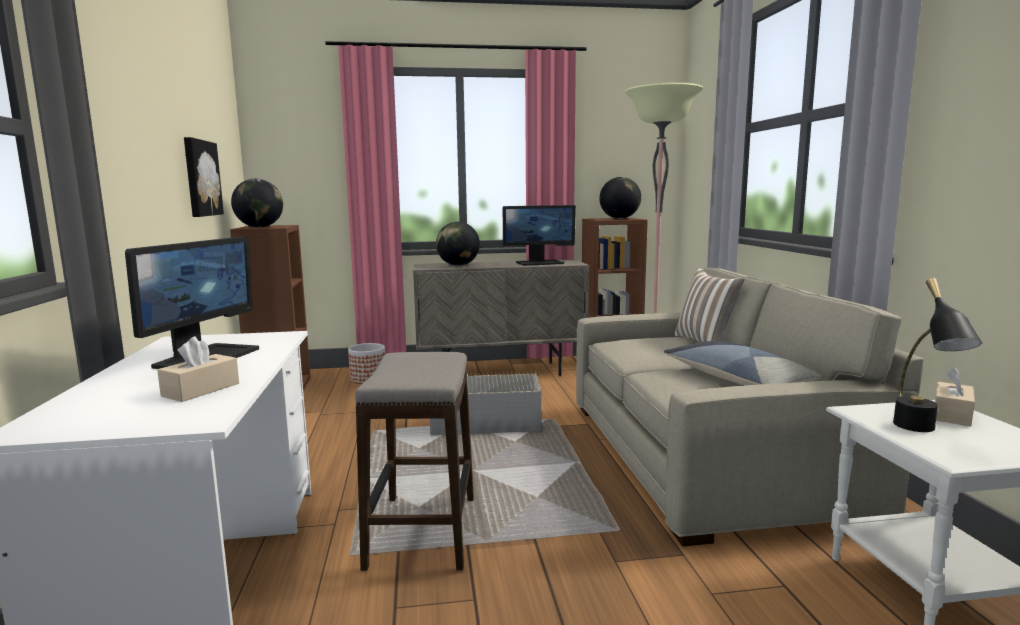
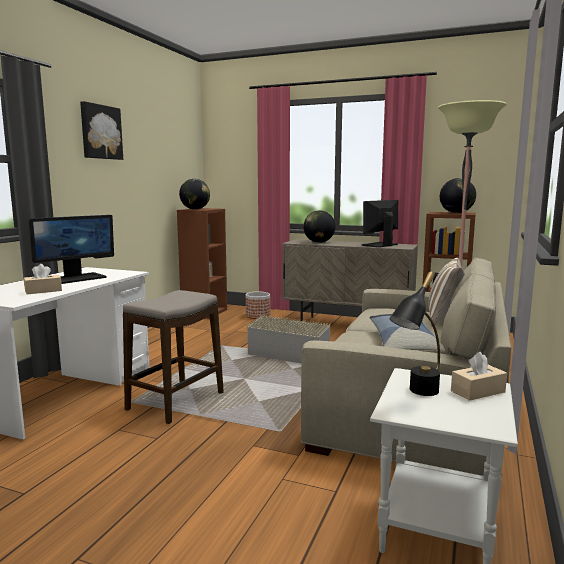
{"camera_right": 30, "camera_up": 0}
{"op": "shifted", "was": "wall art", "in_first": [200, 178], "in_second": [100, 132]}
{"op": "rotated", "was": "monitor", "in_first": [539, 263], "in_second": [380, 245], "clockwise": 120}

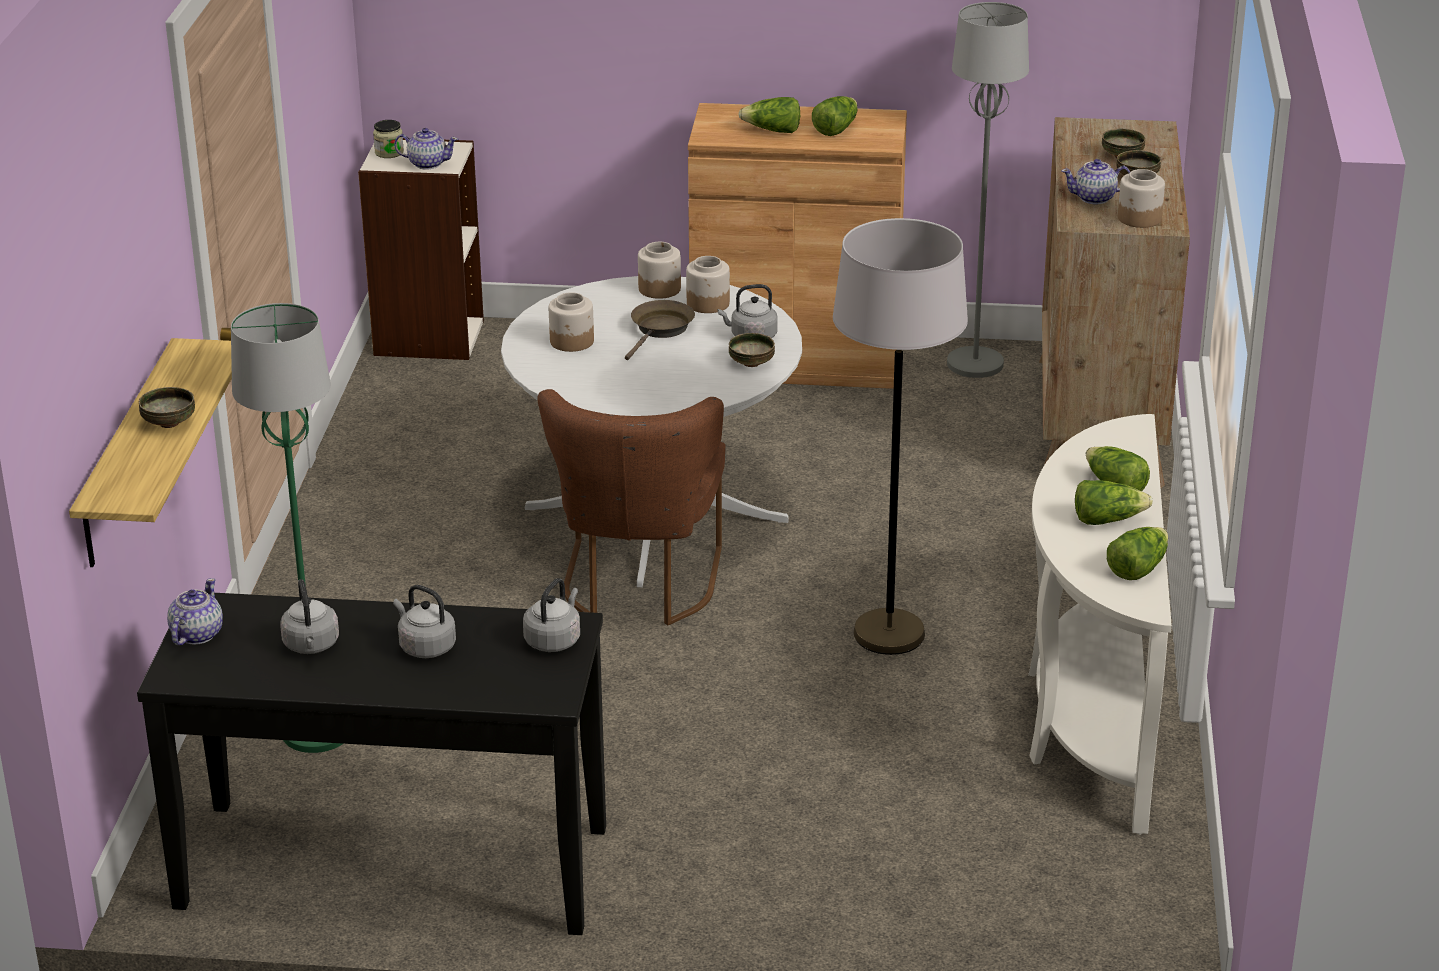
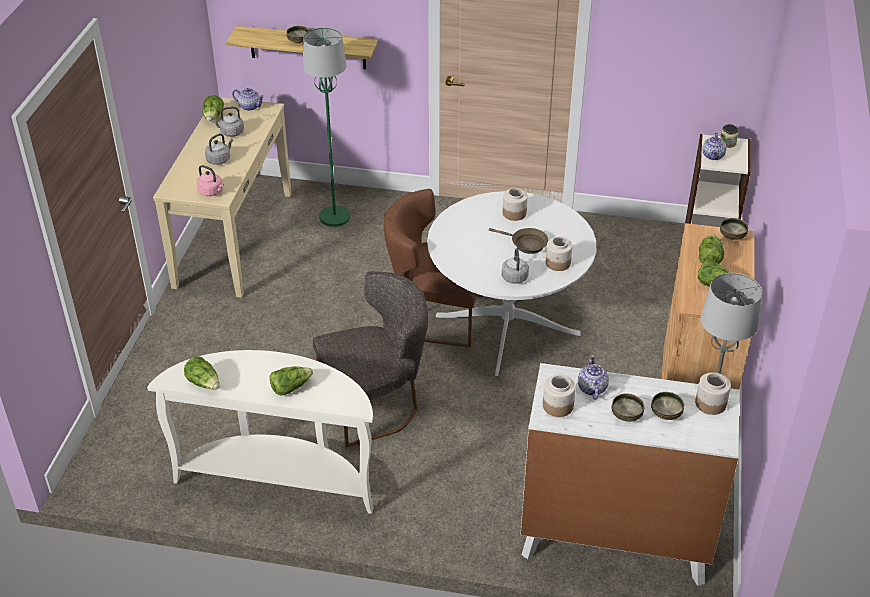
{"camera_right": 95, "camera_up": 10}
{"op": "repainted", "was": "drawer chest in brownish", "now": "drawer chest in white", "in_first": [1099, 421], "in_second": [614, 539]}
{"op": "swapped", "was": "floor lamp in grey", "now": "chair in grey", "in_first": [889, 634], "in_second": [375, 405]}
{"op": "shifted", "was": "preserve jar", "in_first": [659, 289], "in_second": [711, 403]}
{"op": "shifted", "was": "deep dish", "in_first": [752, 363], "in_second": [732, 237]}
{"op": "shifted", "was": "lettuce", "in_first": [1107, 520], "in_second": [213, 117]}
{"op": "repainted", "was": "kettle in grey", "now": "kettle in pink-coloured", "in_first": [554, 640], "in_second": [211, 192]}
{"op": "repainted", "was": "narrow table in black-coloured", "now": "narrow table in sand-coloured", "in_first": [393, 868], "in_second": [233, 238]}

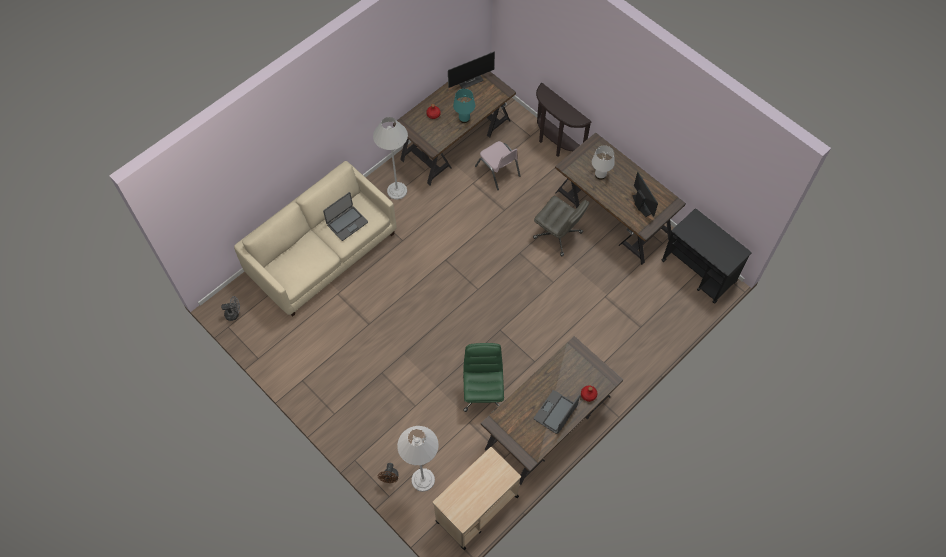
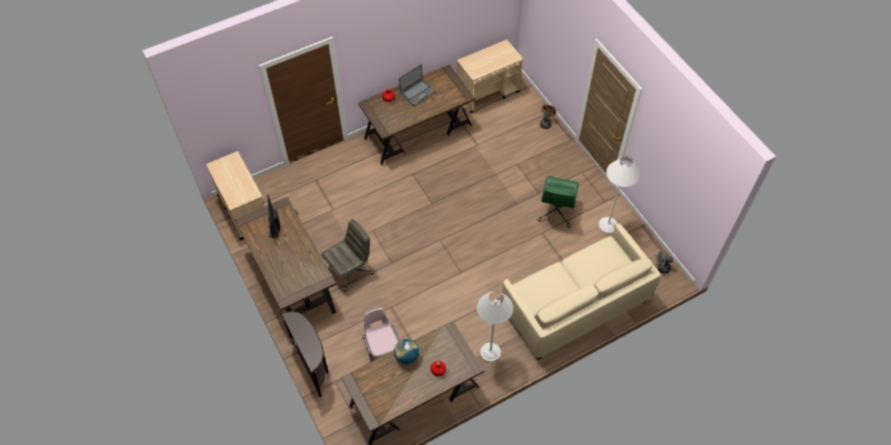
{"camera_right": -165, "camera_up": -5}
{"op": "gone", "was": "monitor", "in_first": [470, 79]}
{"op": "swapped", "was": "table lamp in turquoise", "now": "globe", "in_first": [464, 118], "in_second": [407, 357]}
{"op": "gone", "was": "table lamp in white", "in_first": [600, 175]}
{"op": "gone", "was": "portable computer", "in_first": [347, 223]}
{"op": "rotated", "was": "office chair in grey", "in_first": [558, 235], "in_second": [350, 270], "clockwise": 90}
{"op": "repainted", "was": "cart in black-coloured", "now": "cart in sand-coloured", "in_first": [699, 271], "in_second": [244, 211]}
{"op": "shifted", "was": "office chair in green", "in_first": [483, 392], "in_second": [556, 211]}
{"op": "shifted", "was": "floor lamp in white", "in_first": [423, 480], "in_second": [608, 225]}

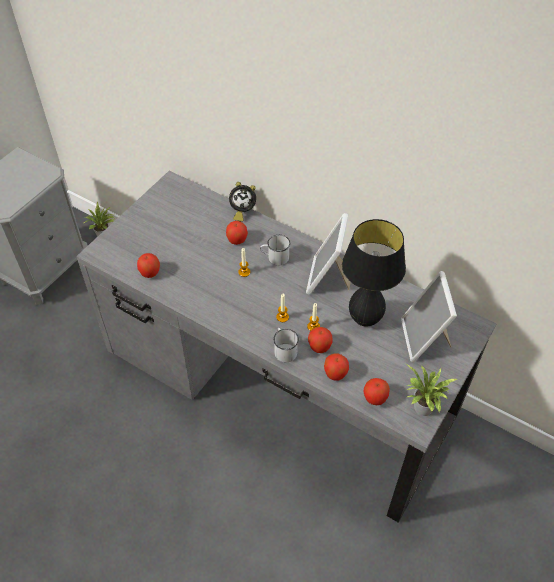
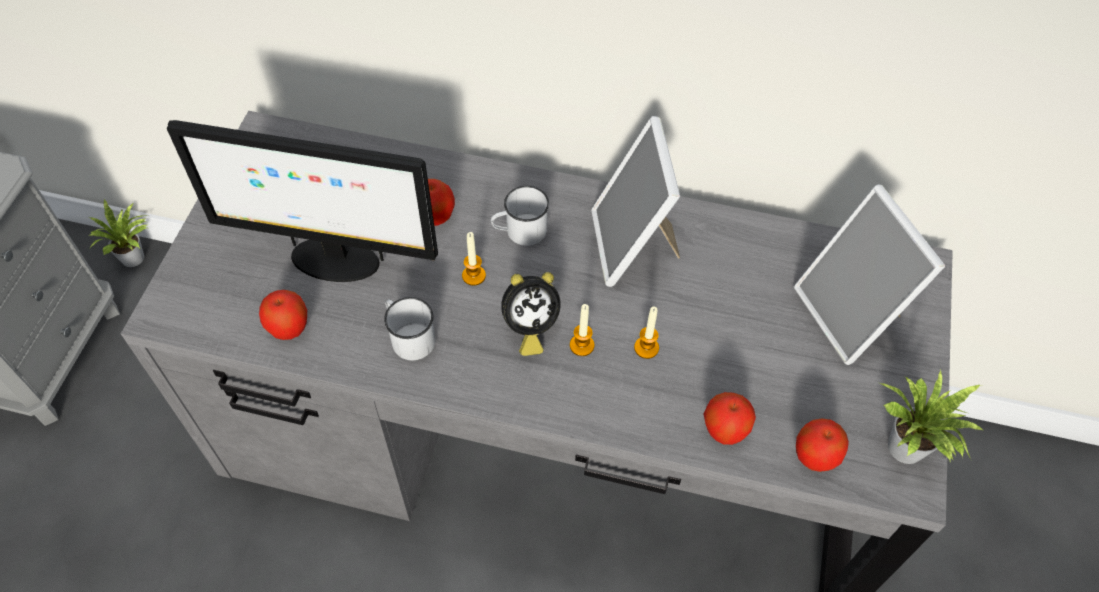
{"camera_right": -20, "camera_up": 5}
{"op": "shifted", "was": "bedside clock", "in_first": [242, 211], "in_second": [529, 328]}
{"op": "gone", "was": "table lamp in black-coloured", "in_first": [365, 320]}
{"op": "gone", "was": "apple fruit", "in_first": [319, 346]}
{"op": "shifted", "was": "mug in white", "in_first": [284, 350], "in_second": [409, 337]}
{"op": "new", "now": "monitor", "in_second": [333, 260]}

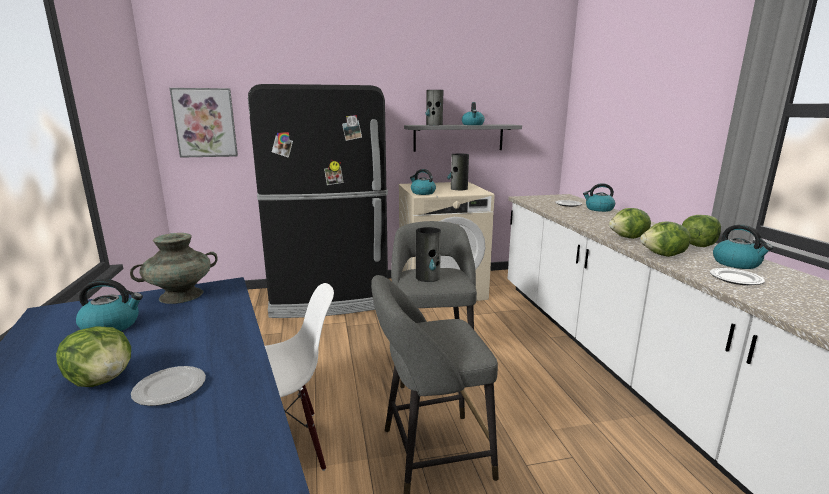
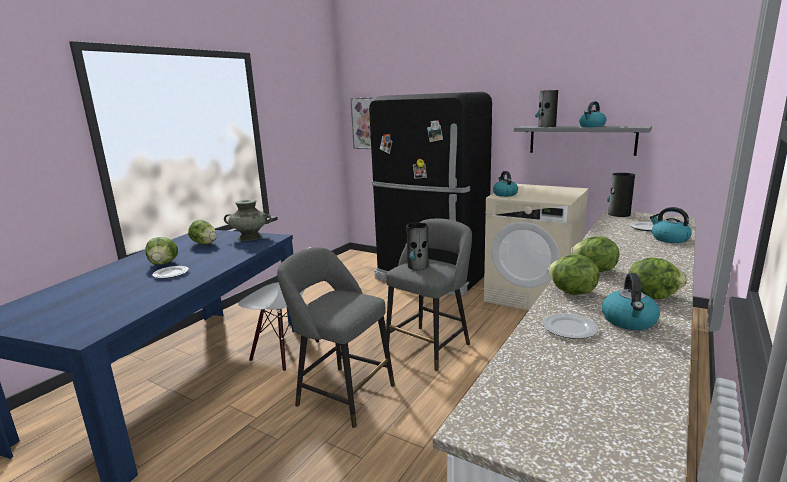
{"camera_right": 45, "camera_up": 0}
{"op": "shifted", "was": "decorative vase", "in_first": [458, 189], "in_second": [618, 214]}
{"op": "swapped", "was": "kettle", "now": "lettuce", "in_first": [112, 325], "in_second": [204, 244]}

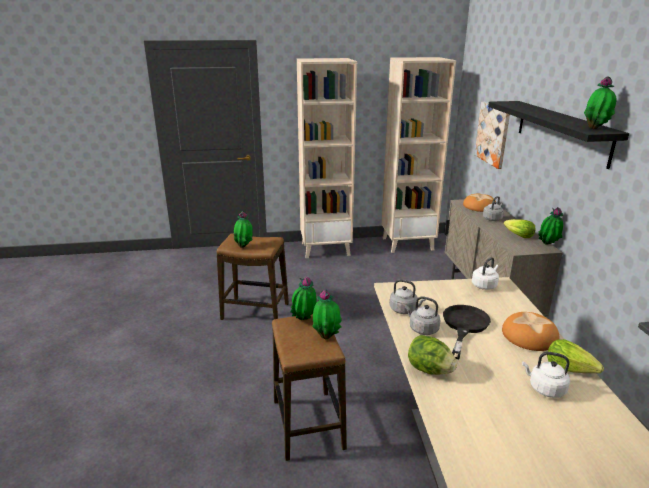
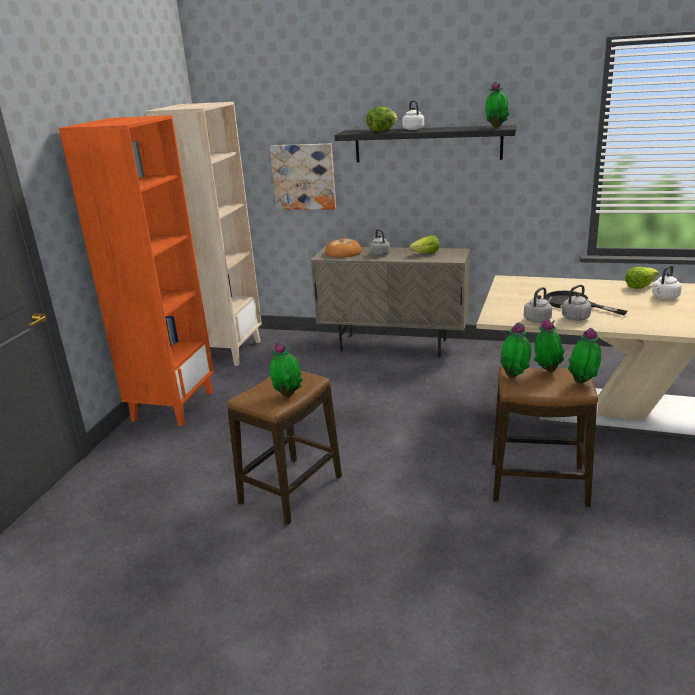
{"camera_right": -65, "camera_up": 0}
{"op": "repainted", "was": "bookshelf in sand-coloured", "now": "bookshelf in orange-coloured", "in_first": [326, 249], "in_second": [173, 406]}
{"op": "shifted", "was": "houseplant", "in_first": [547, 245], "in_second": [583, 383]}
{"op": "shifted", "was": "kettle in white", "in_first": [485, 285], "in_second": [412, 129]}
{"op": "gone", "was": "baked bread", "in_first": [529, 336]}
{"op": "shifted", "was": "lettuce", "in_first": [429, 370], "in_second": [381, 131]}

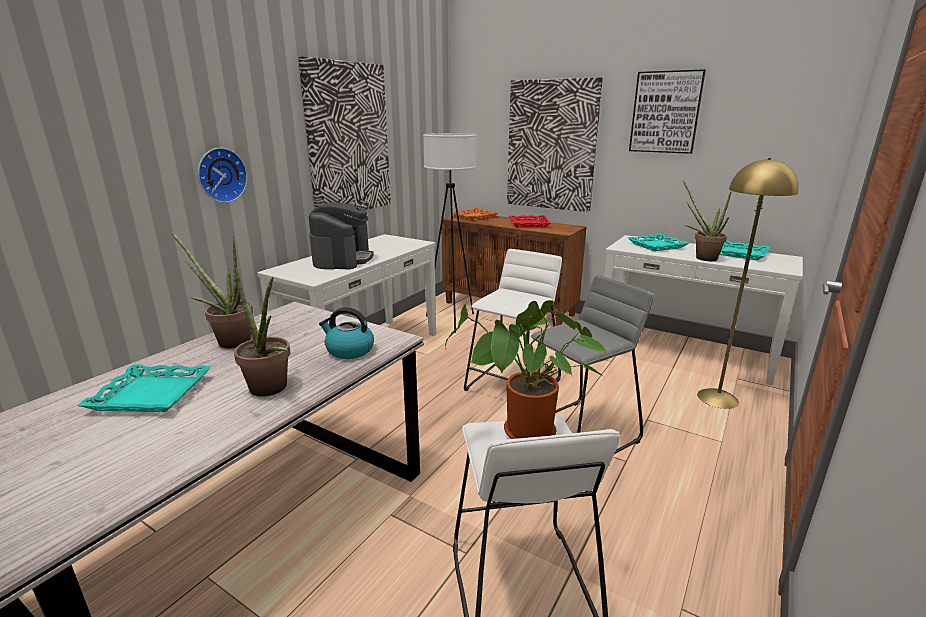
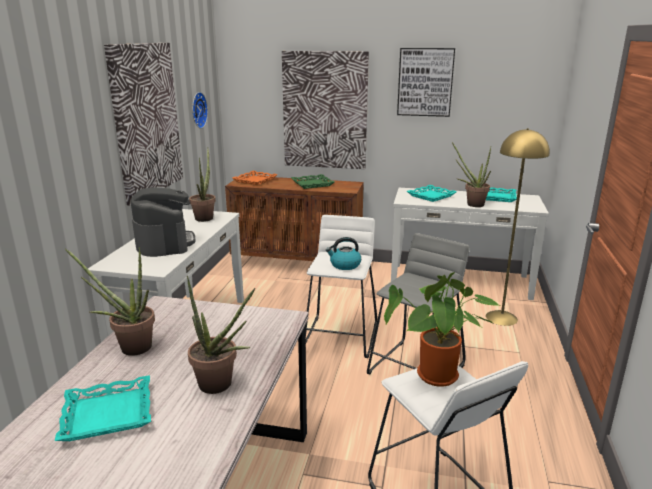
{"camera_right": -20, "camera_up": 0}
{"op": "gone", "was": "floor lamp in white", "in_first": [451, 321]}
{"op": "shifted", "was": "clock on the wall", "in_first": [220, 175], "in_second": [197, 110]}
{"op": "repainted", "was": "carrying tray in red-coloured", "now": "carrying tray in green", "in_first": [529, 224], "in_second": [312, 184]}
{"op": "shifted", "was": "kettle", "in_first": [349, 350], "in_second": [344, 265]}
{"op": "new", "now": "houseplant", "in_second": [205, 217]}

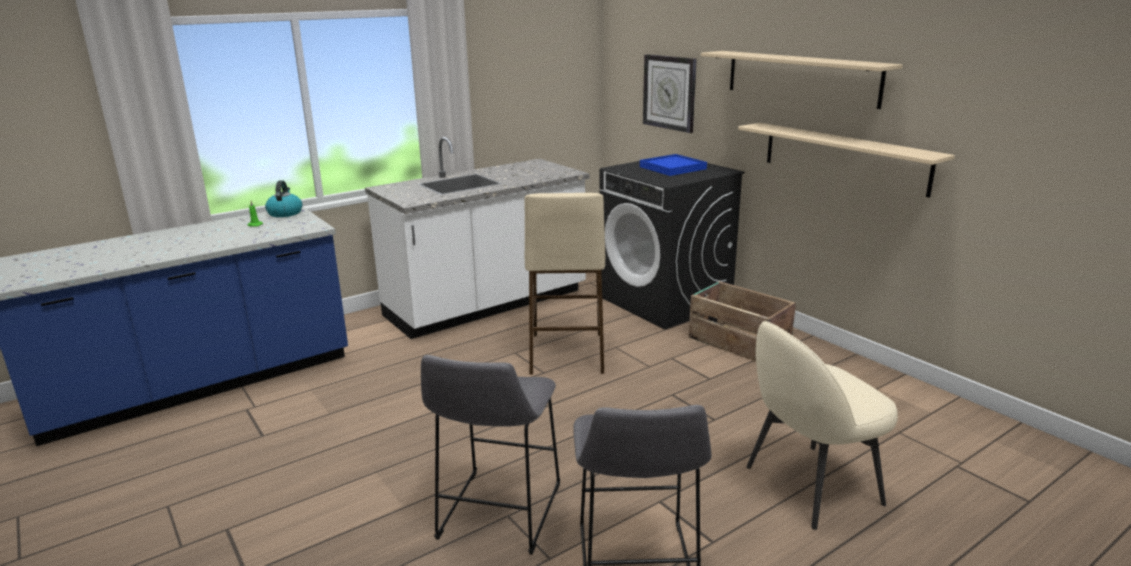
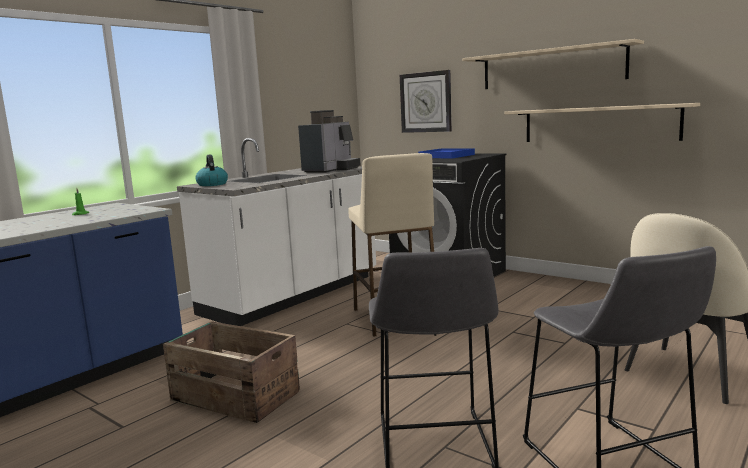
{"camera_right": -15, "camera_up": -10}
{"op": "shifted", "was": "kettle", "in_first": [285, 213], "in_second": [212, 184]}
{"op": "shifted", "was": "shipping crate", "in_first": [738, 341], "in_second": [234, 396]}
{"op": "new", "now": "coffee maker", "in_second": [331, 169]}

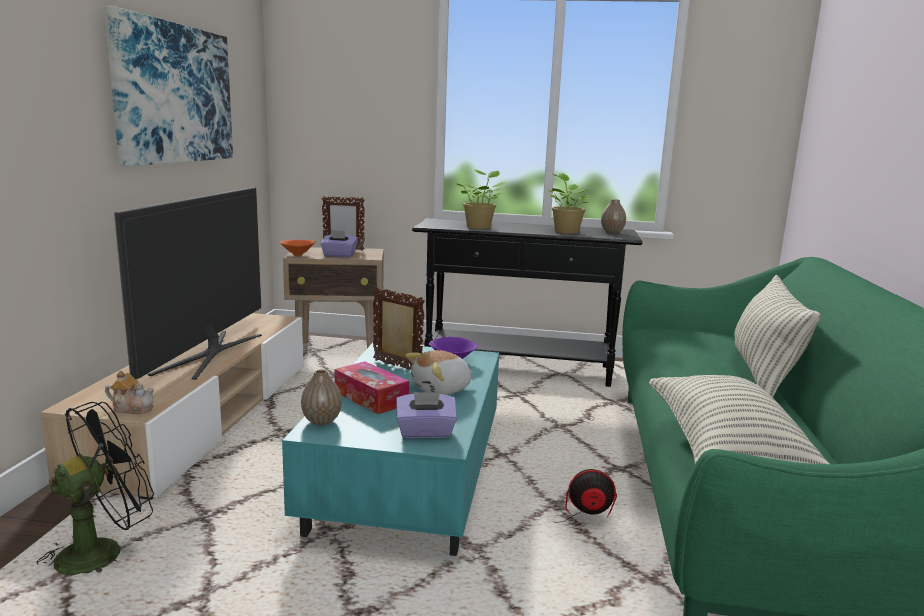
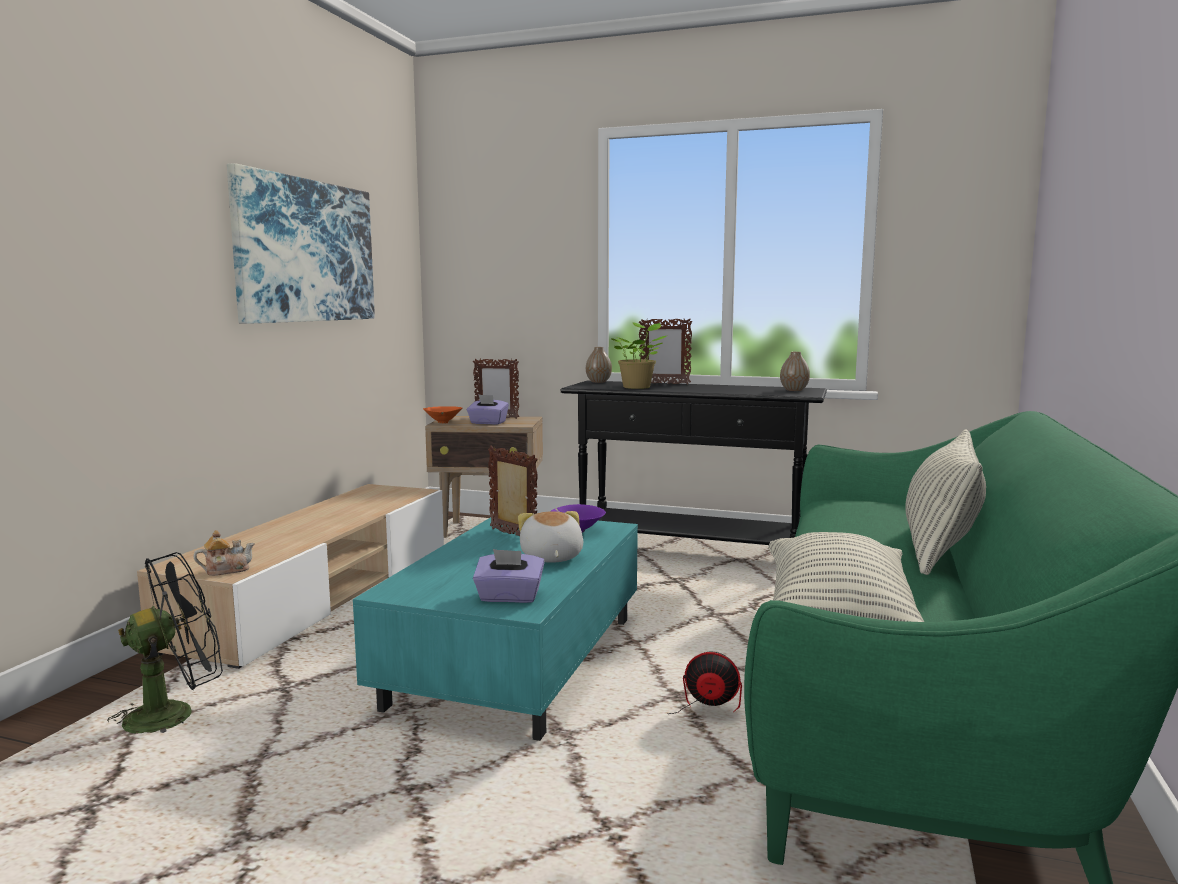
{"camera_right": 10, "camera_up": -5}
{"op": "gone", "was": "houseplant", "in_first": [565, 231]}
{"op": "gone", "was": "television", "in_first": [210, 353]}
{"op": "rotated", "was": "cuddly toy", "in_first": [442, 389], "in_second": [550, 557], "clockwise": 105}
{"op": "gone", "was": "tissue holder", "in_first": [371, 398]}
{"op": "shifted", "was": "decorative vase", "in_first": [321, 421], "in_second": [598, 382]}
{"op": "rotated", "was": "pot for tea", "in_first": [132, 408], "in_second": [226, 570], "clockwise": -45}
{"op": "new", "now": "picture frame", "in_second": [664, 383]}

